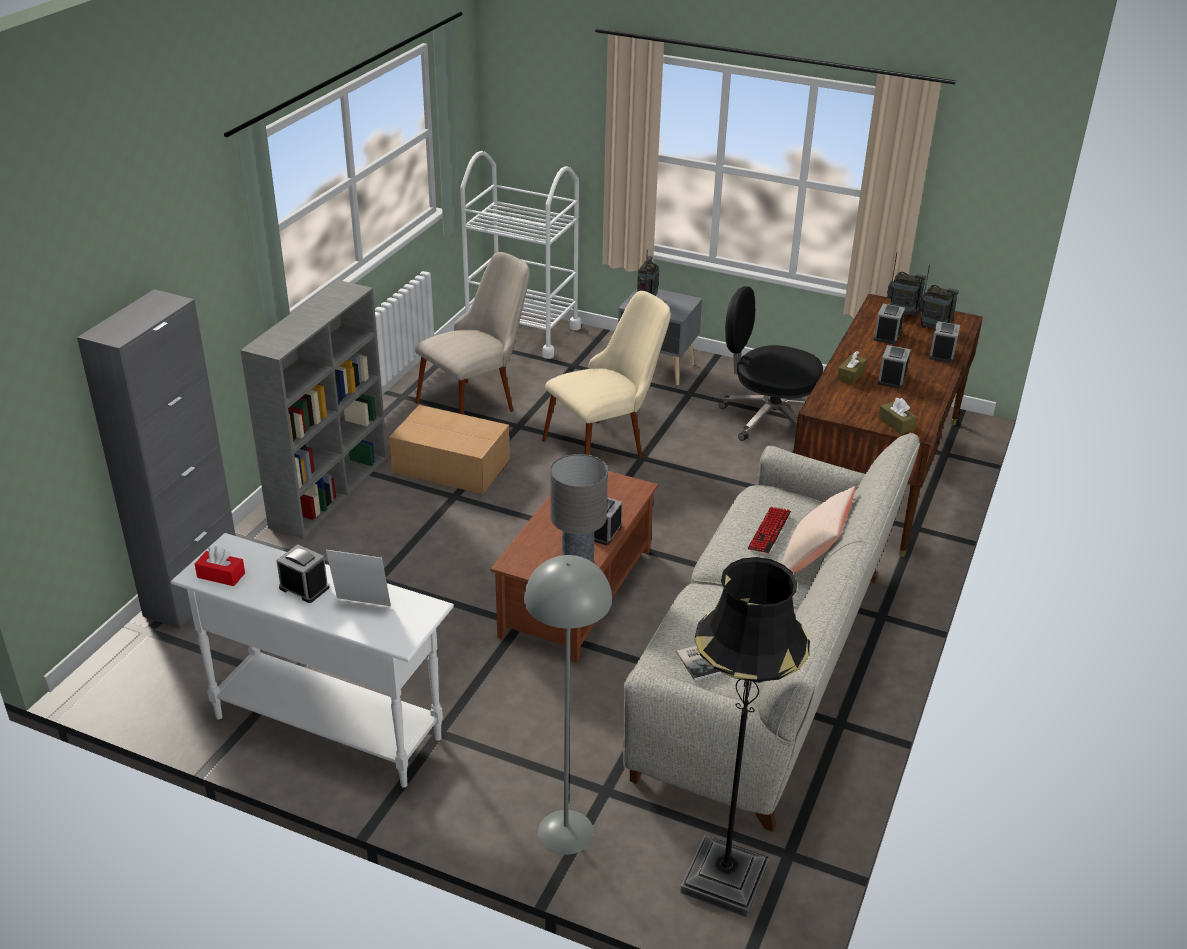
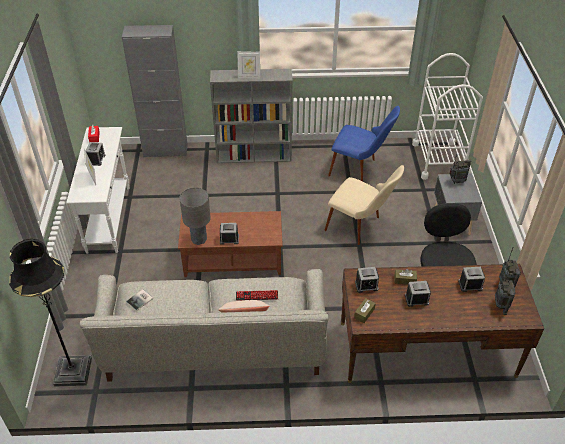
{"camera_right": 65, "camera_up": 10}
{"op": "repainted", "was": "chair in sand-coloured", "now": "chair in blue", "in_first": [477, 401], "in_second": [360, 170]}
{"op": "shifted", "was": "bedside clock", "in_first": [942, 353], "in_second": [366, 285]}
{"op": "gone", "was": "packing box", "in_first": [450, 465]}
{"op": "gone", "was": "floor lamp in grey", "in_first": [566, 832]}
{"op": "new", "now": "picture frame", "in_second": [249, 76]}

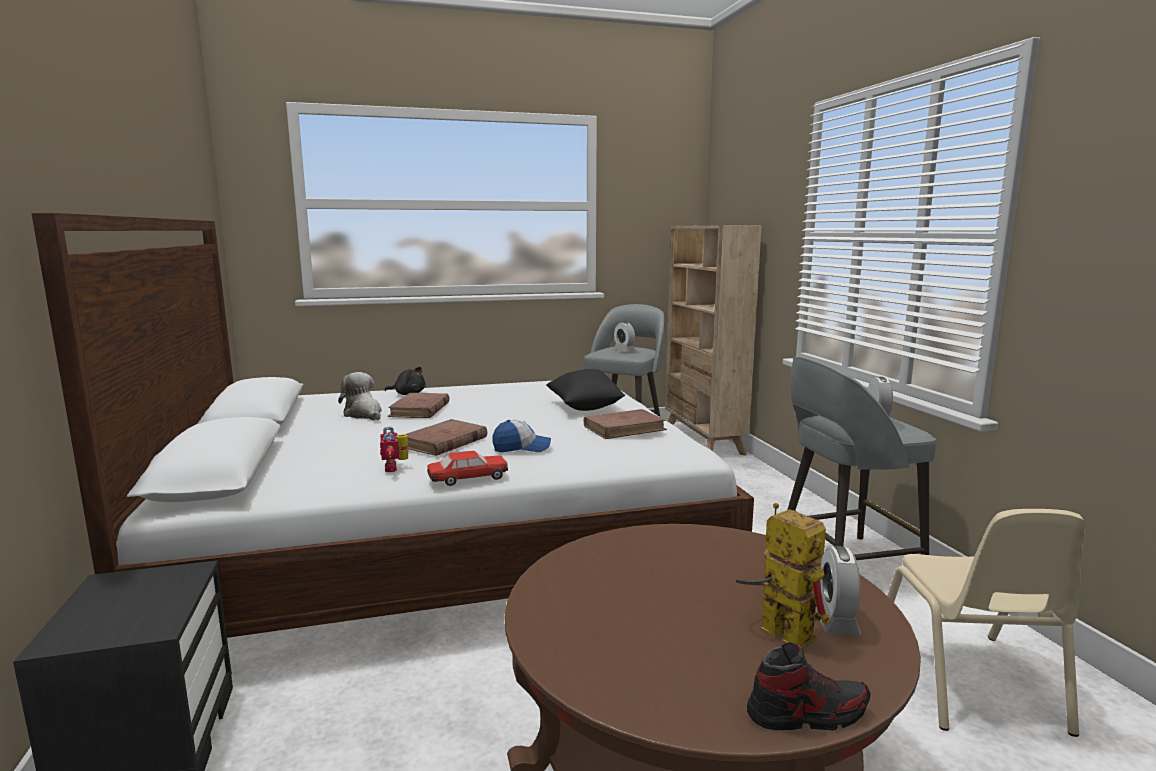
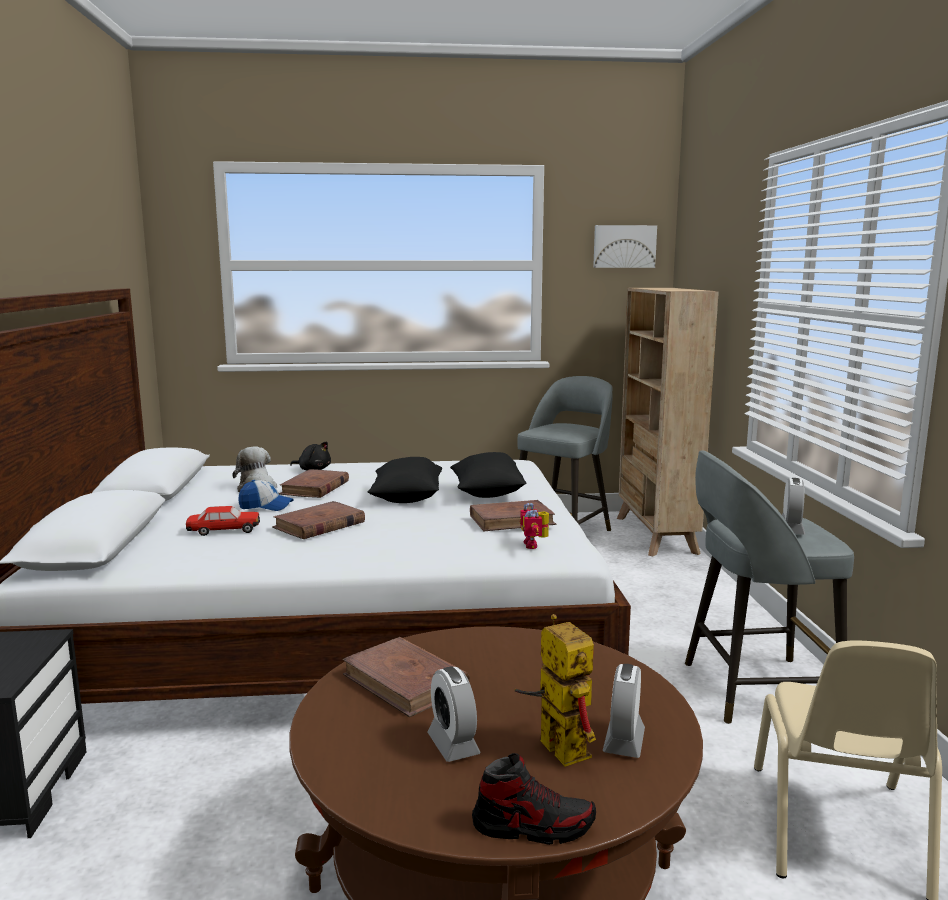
{"camera_right": 10, "camera_up": 0}
{"op": "shifted", "was": "bedside clock", "in_first": [624, 351], "in_second": [453, 744]}
{"op": "shifted", "was": "cap", "in_first": [521, 448], "in_second": [266, 506]}
{"op": "shifted", "was": "toy robot", "in_first": [395, 468], "in_second": [534, 545]}
{"op": "shifted", "was": "model car", "in_first": [468, 478], "in_second": [224, 530]}
{"op": "new", "now": "wall art", "in_second": [624, 246]}
{"op": "new", "now": "cushion in black-coloured", "in_second": [407, 499]}
{"op": "new", "now": "volume in brownish", "in_second": [405, 682]}

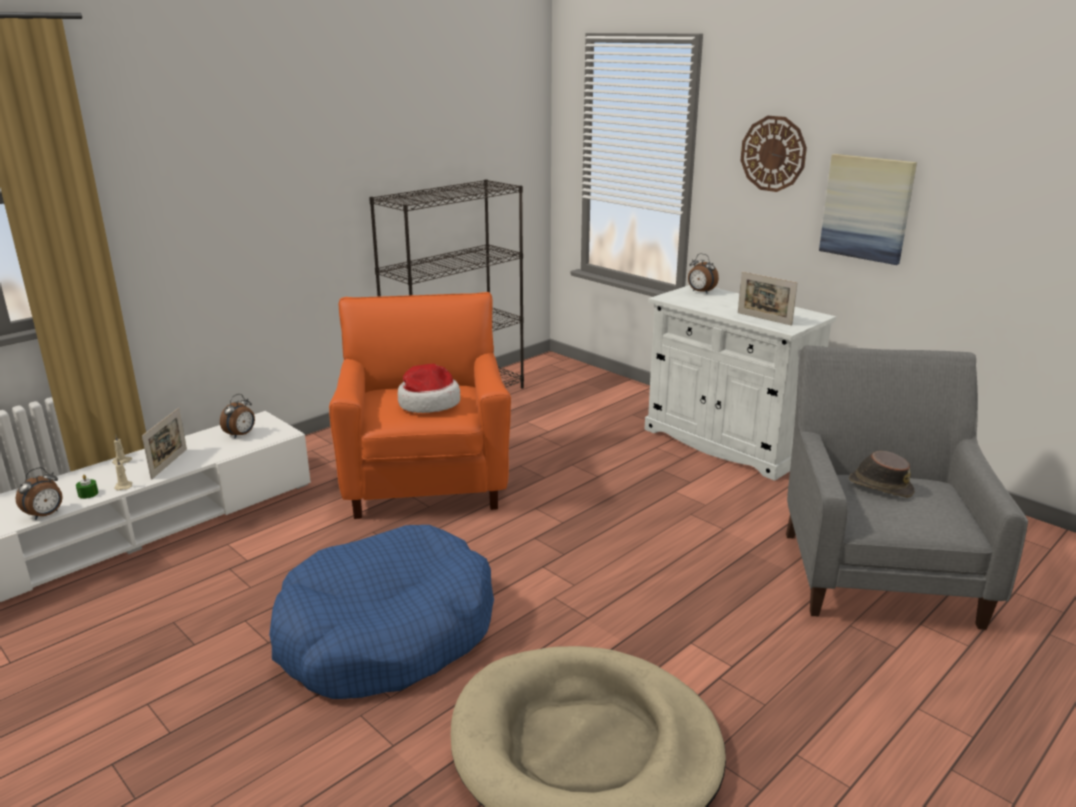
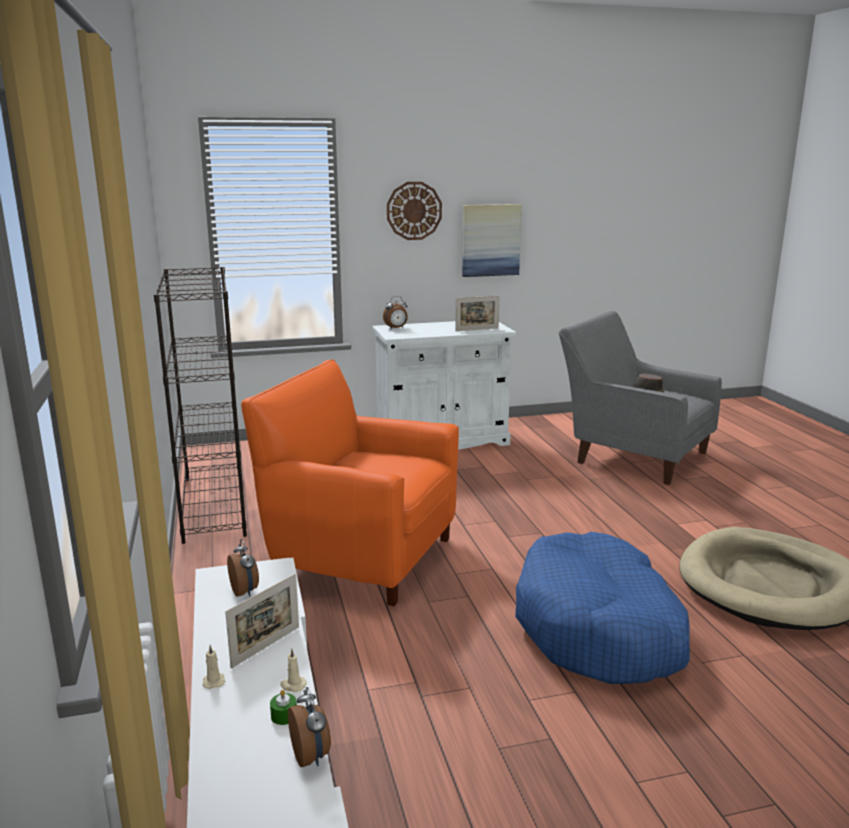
{"camera_right": -60, "camera_up": -5}
{"op": "gone", "was": "clothing hat", "in_first": [428, 403]}
{"op": "rotated", "was": "picture frame", "in_first": [169, 464], "in_second": [266, 646], "clockwise": 90}

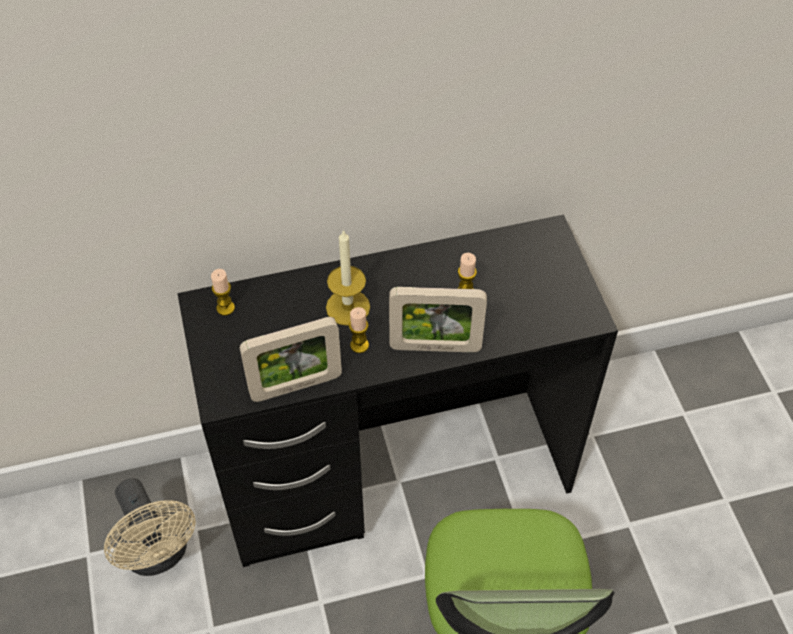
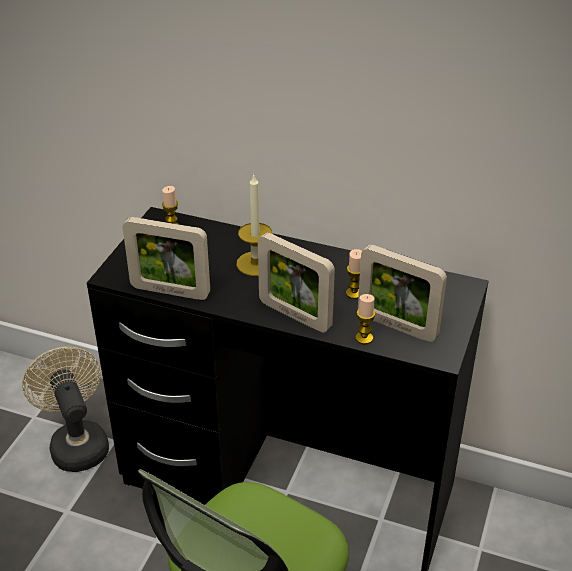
{"camera_right": 35, "camera_up": -15}
{"op": "shifted", "was": "candle", "in_first": [359, 345], "in_second": [364, 338]}
{"op": "rotated", "was": "electric fan in sand-coloured", "in_first": [159, 555], "in_second": [76, 443], "clockwise": 150}
{"op": "new", "now": "picture frame", "in_second": [397, 326]}

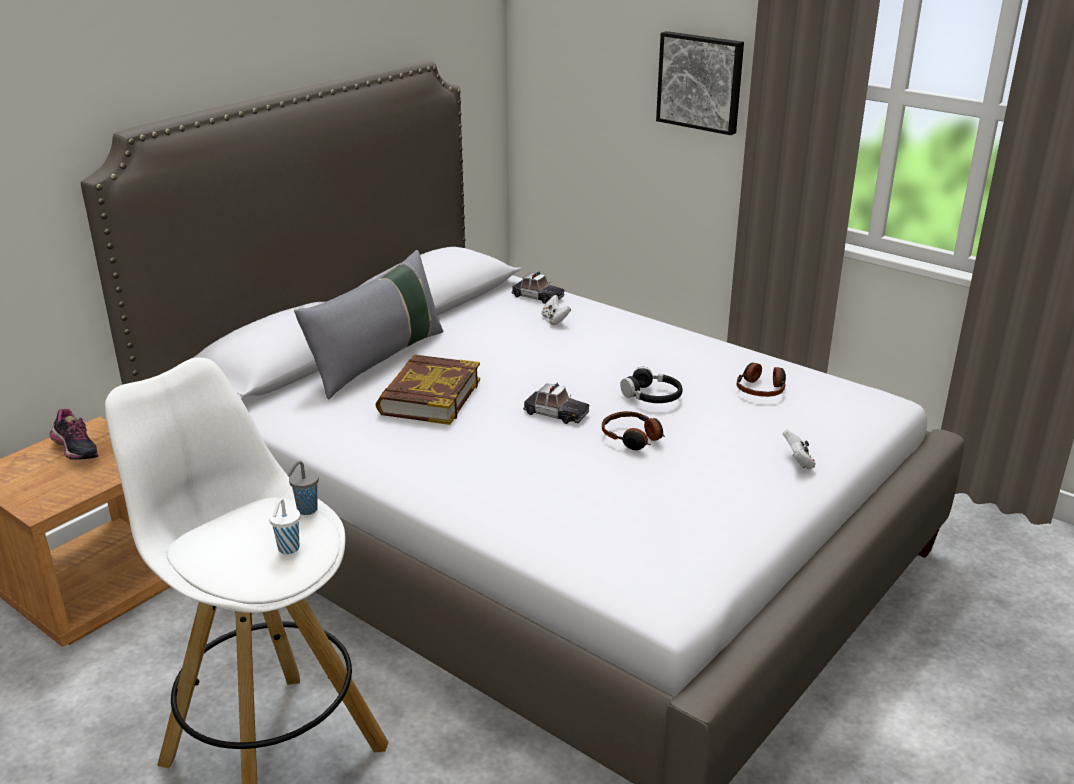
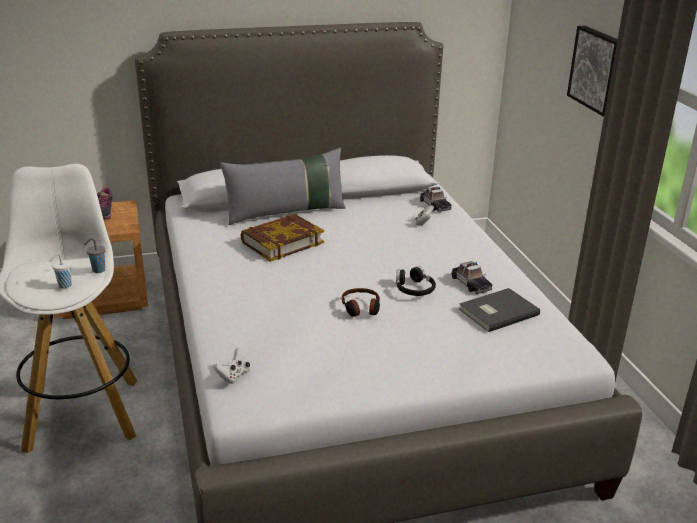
{"camera_right": 35, "camera_up": 0}
{"op": "swapped", "was": "pair of headphones", "now": "volume in grey", "in_first": [761, 389], "in_second": [496, 311]}
{"op": "shifted", "was": "model car", "in_first": [555, 413], "in_second": [470, 283]}
{"op": "shifted", "was": "gamepad in white", "in_first": [798, 462], "in_second": [233, 376]}

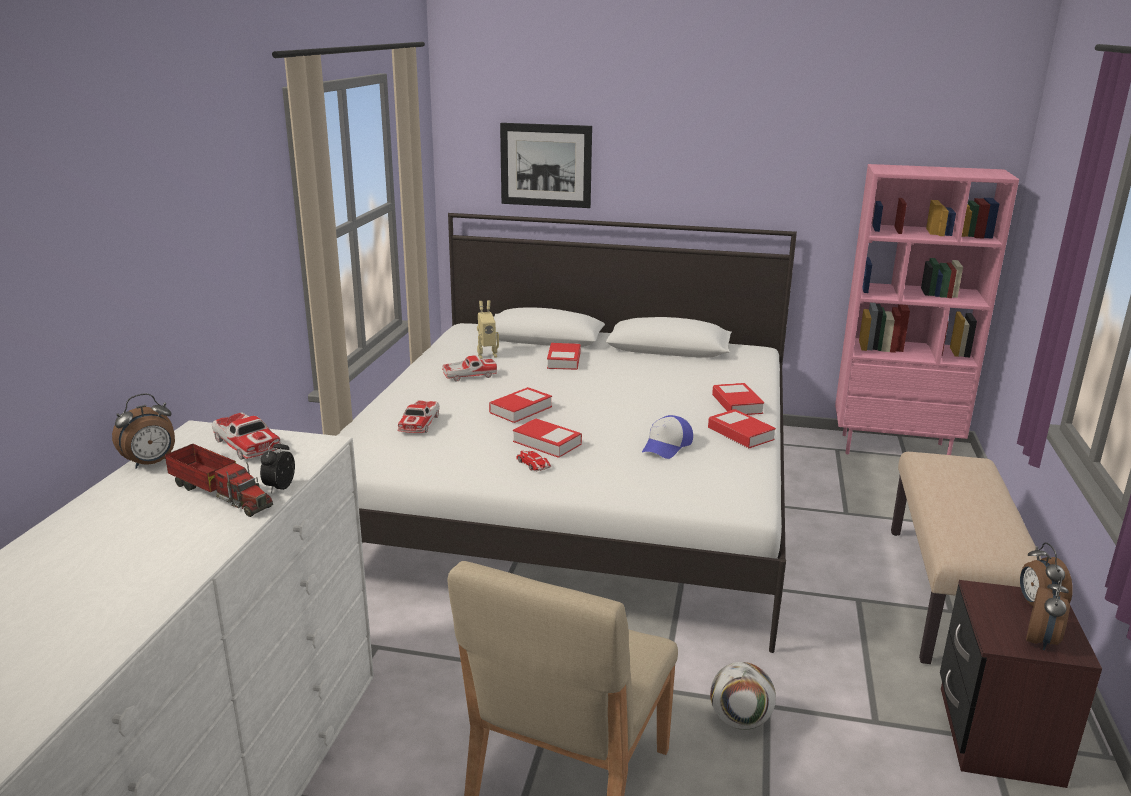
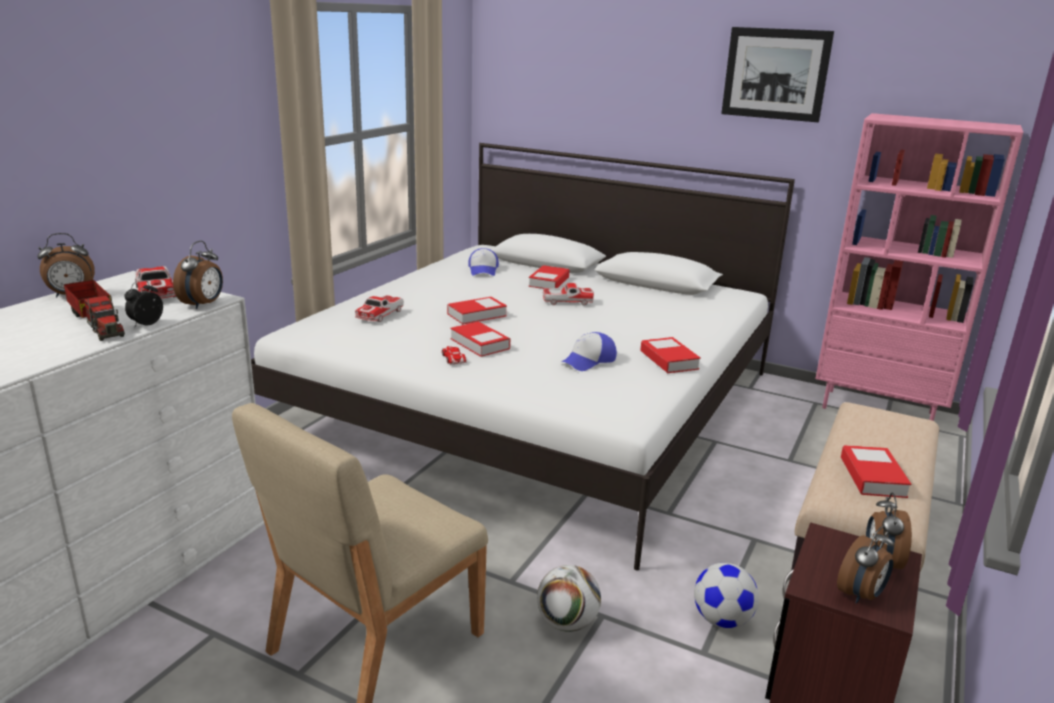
{"camera_right": 15, "camera_up": 0}
{"op": "shifted", "was": "wall art", "in_first": [546, 165], "in_second": [775, 74]}
{"op": "swapped", "was": "toy robot", "now": "cap", "in_first": [486, 355], "in_second": [483, 270]}
{"op": "shifted", "was": "model car", "in_first": [469, 375], "in_second": [567, 301]}
{"op": "shifted", "was": "volume", "in_first": [737, 404], "in_second": [872, 477]}
{"op": "new", "now": "bedside clock", "in_second": [203, 304]}
{"op": "new", "now": "football ball", "in_second": [722, 620]}

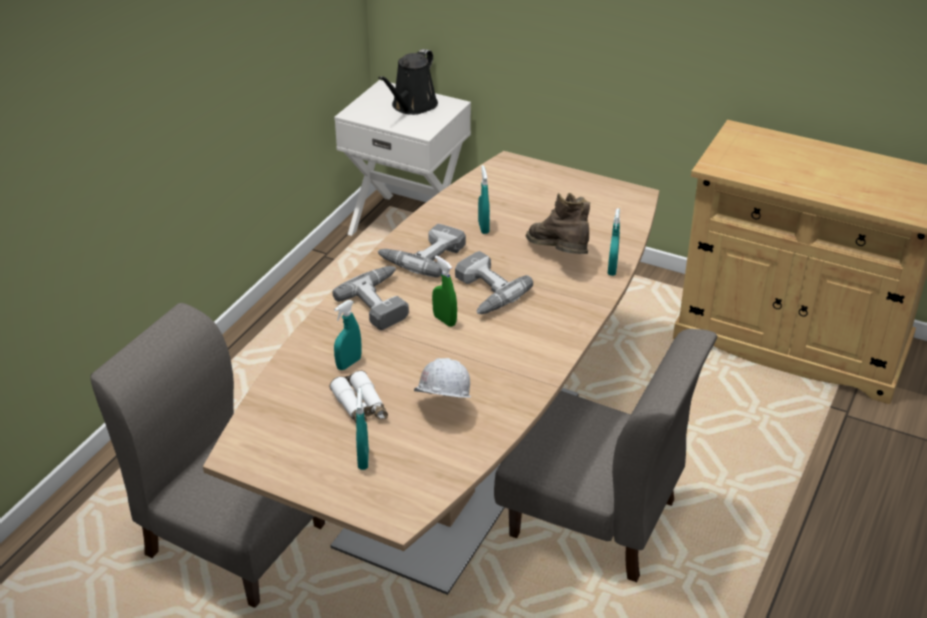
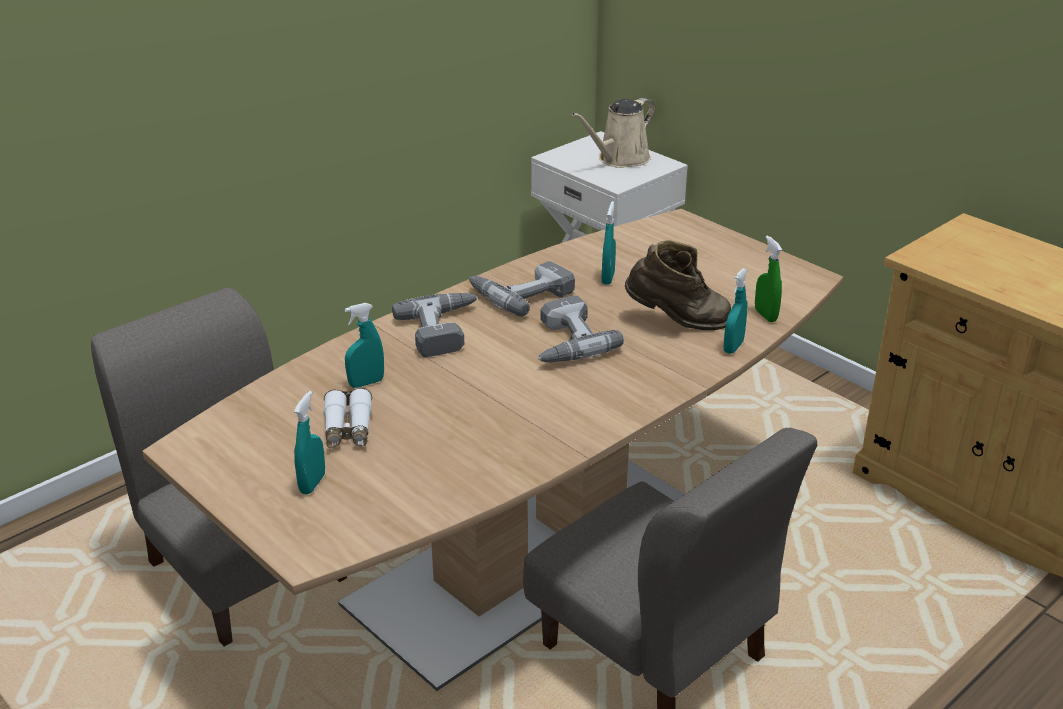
{"camera_right": 20, "camera_up": -5}
{"op": "repainted", "was": "watering can in black-coloured", "now": "watering can in sand-coloured", "in_first": [412, 106], "in_second": [620, 159]}
{"op": "rotated", "was": "high-top boot in brownish", "in_first": [559, 256], "in_second": [677, 322], "clockwise": 105}
{"op": "shifted", "was": "hand sprayer in green", "in_first": [444, 320], "in_second": [765, 315]}
{"op": "gone", "was": "work helmet in white", "in_first": [441, 410]}

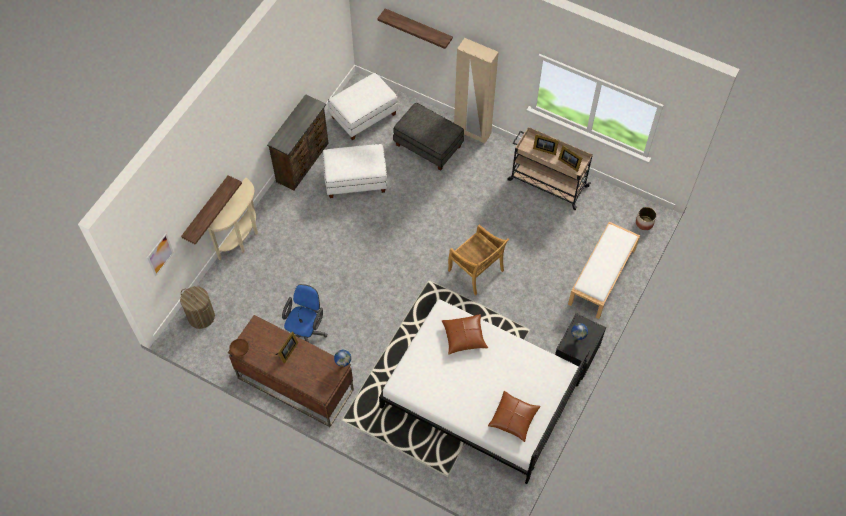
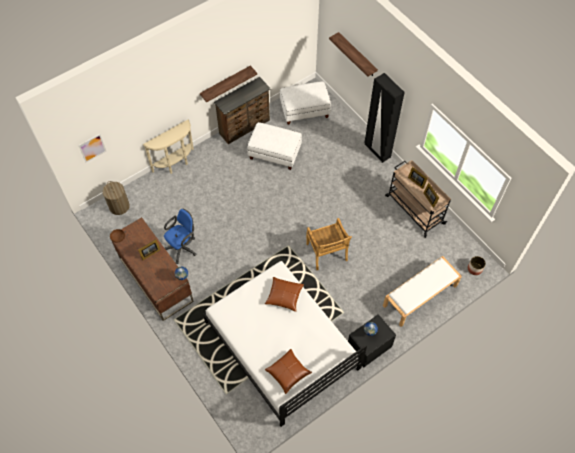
{"camera_right": 25, "camera_up": 0}
{"op": "repainted", "was": "wardrobe in sand-coloured", "now": "wardrobe in black-coloured", "in_first": [472, 132], "in_second": [377, 151]}
{"op": "gone", "was": "pouffe in grey", "in_first": [429, 146]}
{"op": "shifted", "was": "bracket shelf", "in_first": [206, 210], "in_second": [225, 83]}

